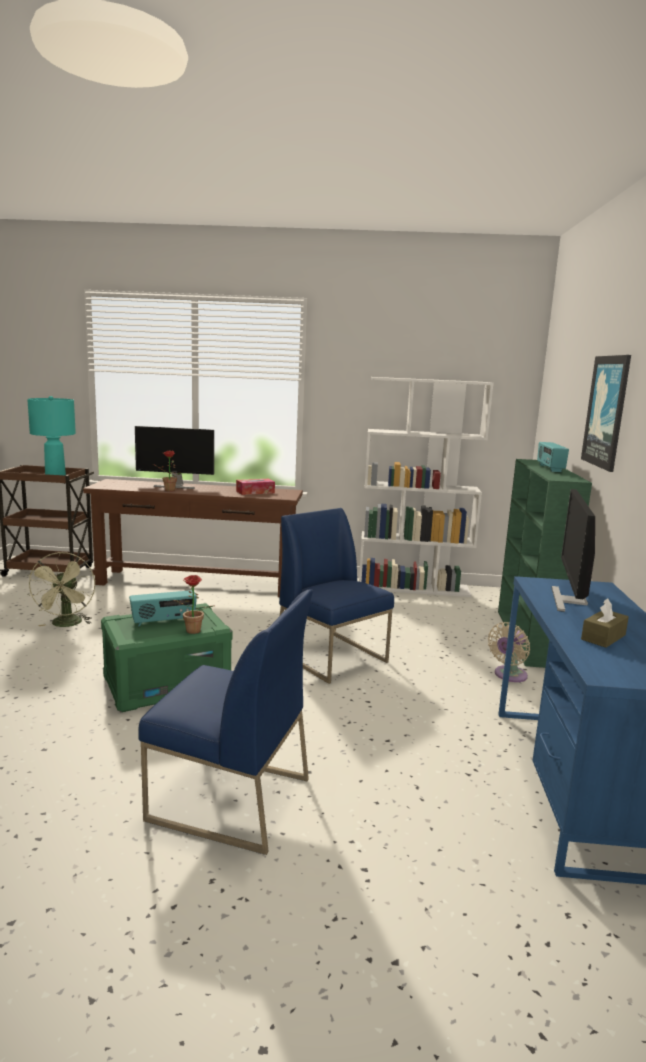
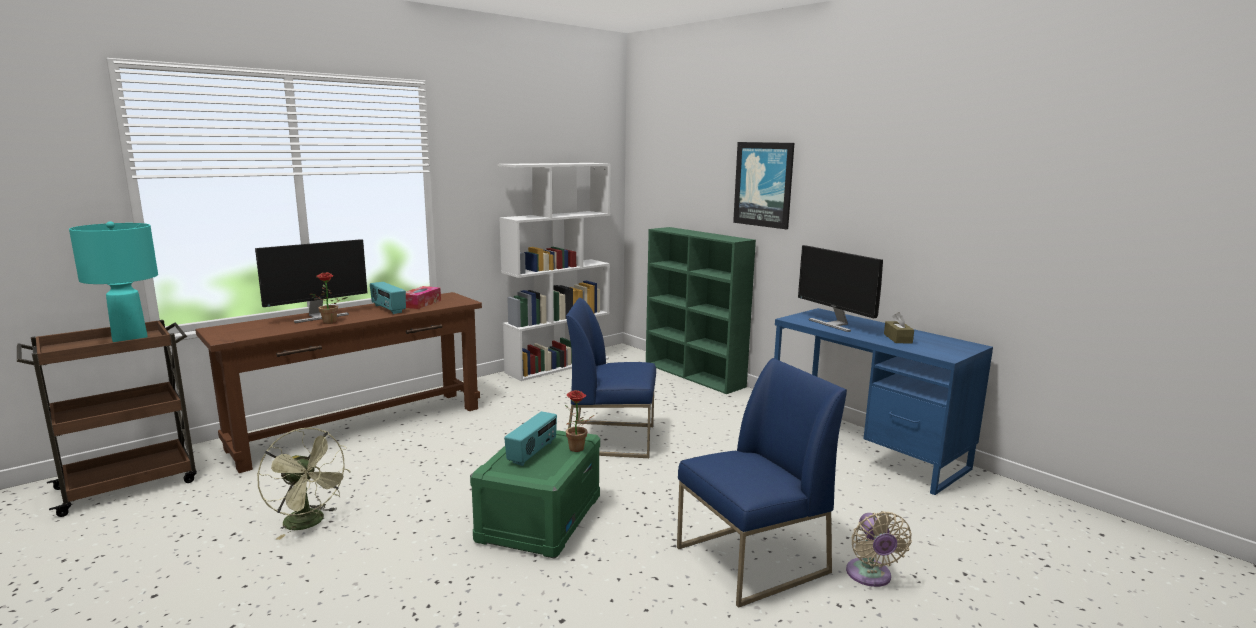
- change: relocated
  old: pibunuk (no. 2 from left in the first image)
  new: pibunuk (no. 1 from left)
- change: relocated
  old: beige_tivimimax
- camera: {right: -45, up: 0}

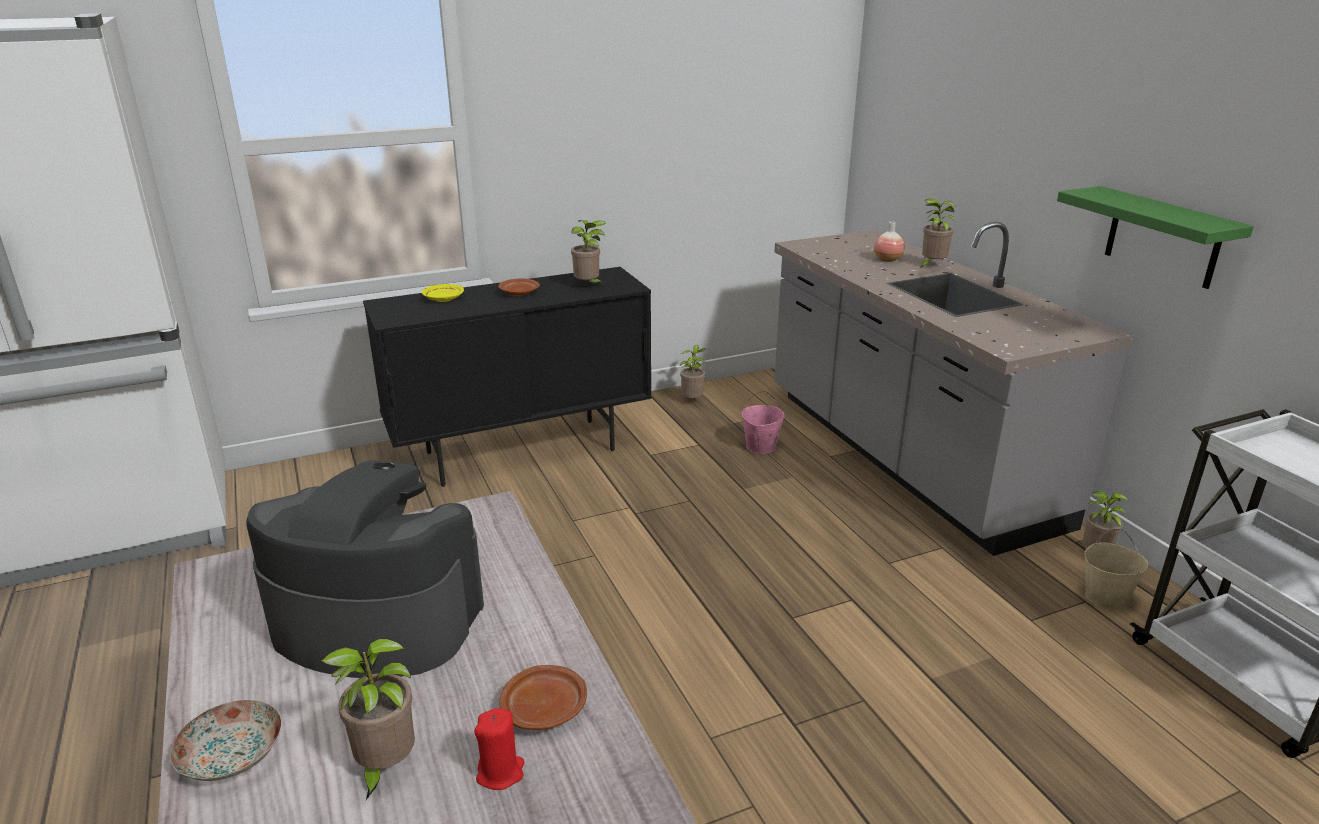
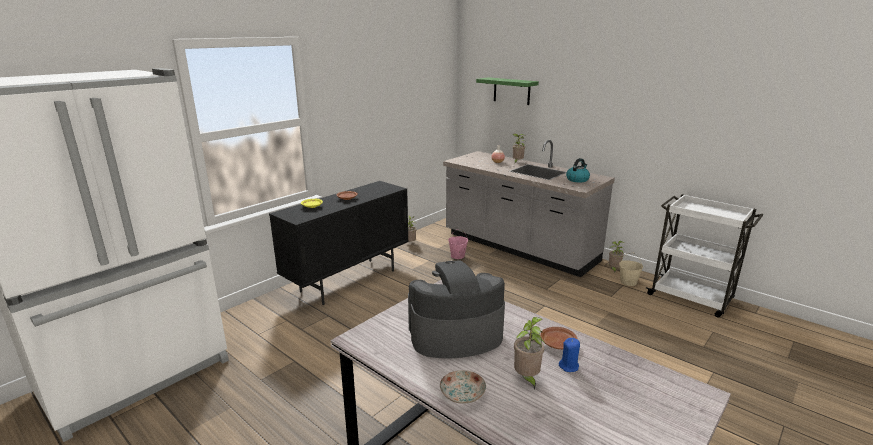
- change: relocated
  old: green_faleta
- change: missing
  old: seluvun (no. 2 from left)
- change: colour
  old: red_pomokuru
  new: blue_pomokuru
- change: appeared
  new: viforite
- camera: {right: -25, up: -5}

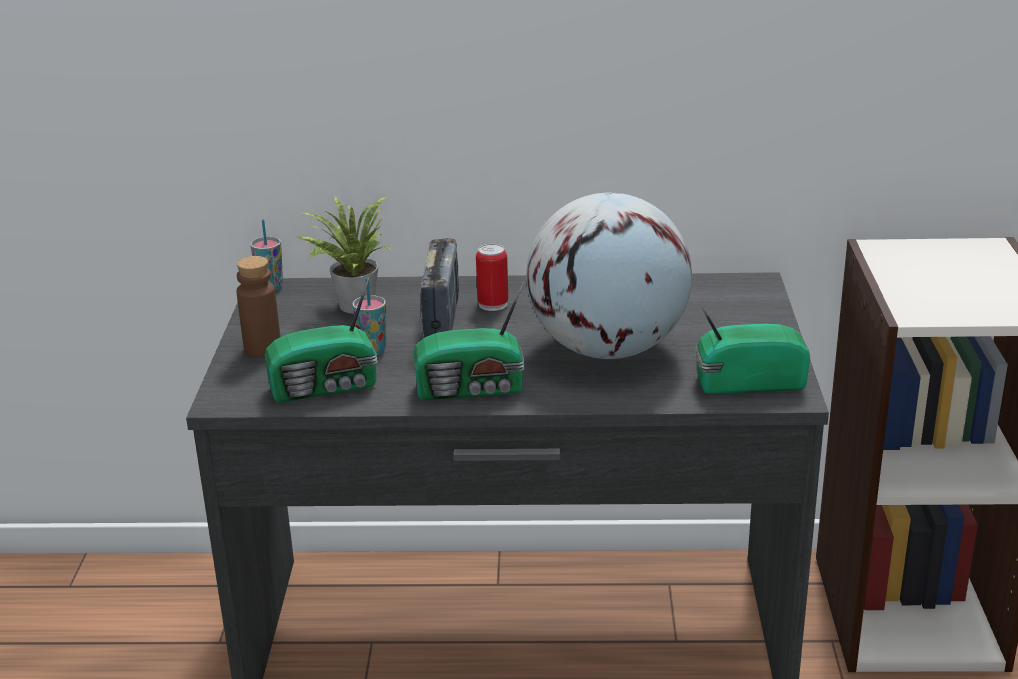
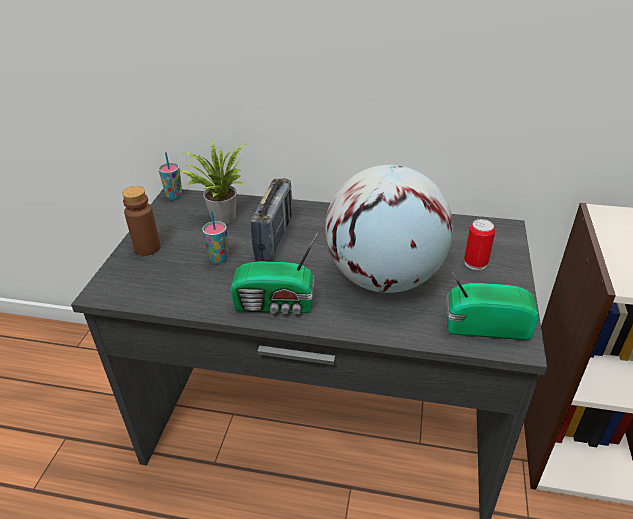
- change: relocated
  old: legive
- change: missing
  old: pibunuk (no. 1 from left)
- camera: {right: 10, up: 10}

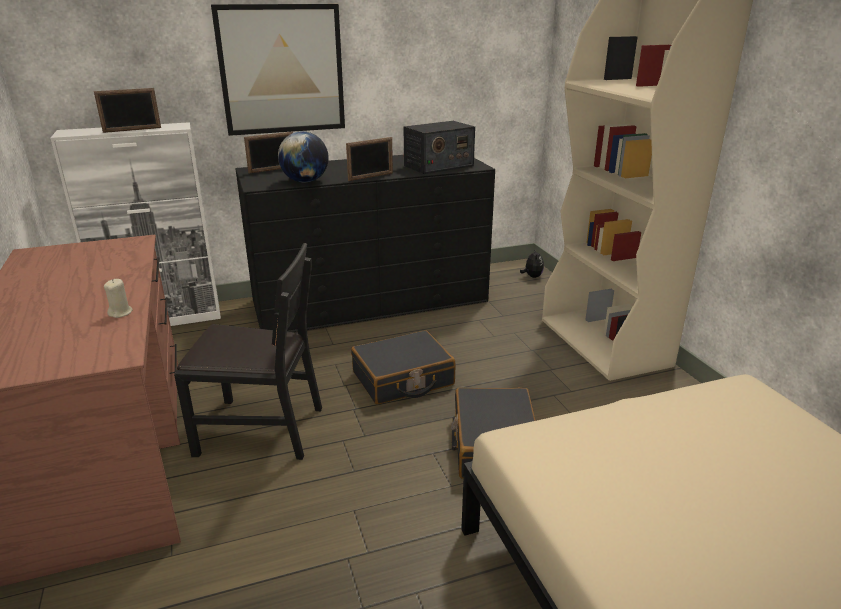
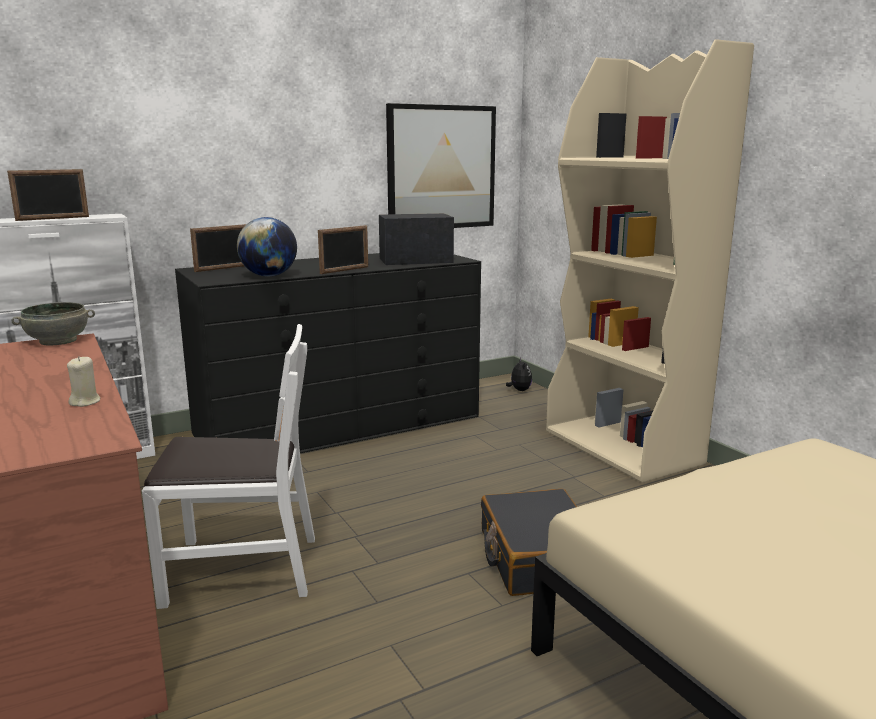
- change: relocated
  old: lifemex
- change: spun
  old: pibunuk
  degrees: -150
- change: colour
  old: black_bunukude
  new: white_bunukude
- change: missing
  old: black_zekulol (no. 1 from left)
- change: appeared
  new: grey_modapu
- camera: {right: -10, up: -10}

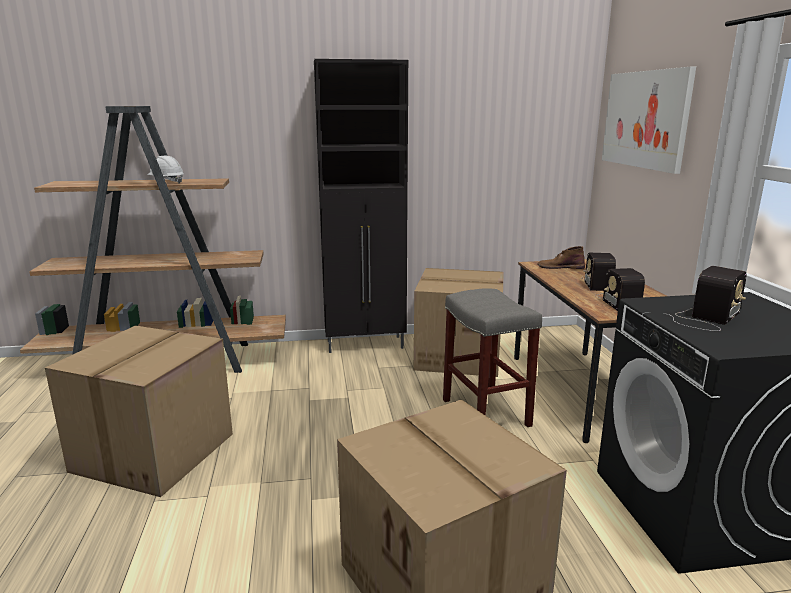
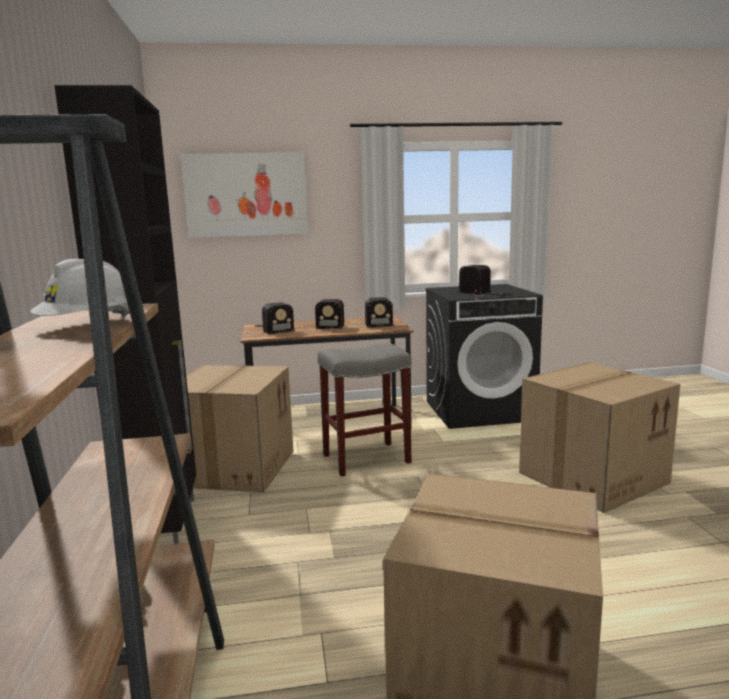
- change: exchanged
  old: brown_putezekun
  new: pibunuk (no. 1 from left)
- camera: {right: -90, up: -5}

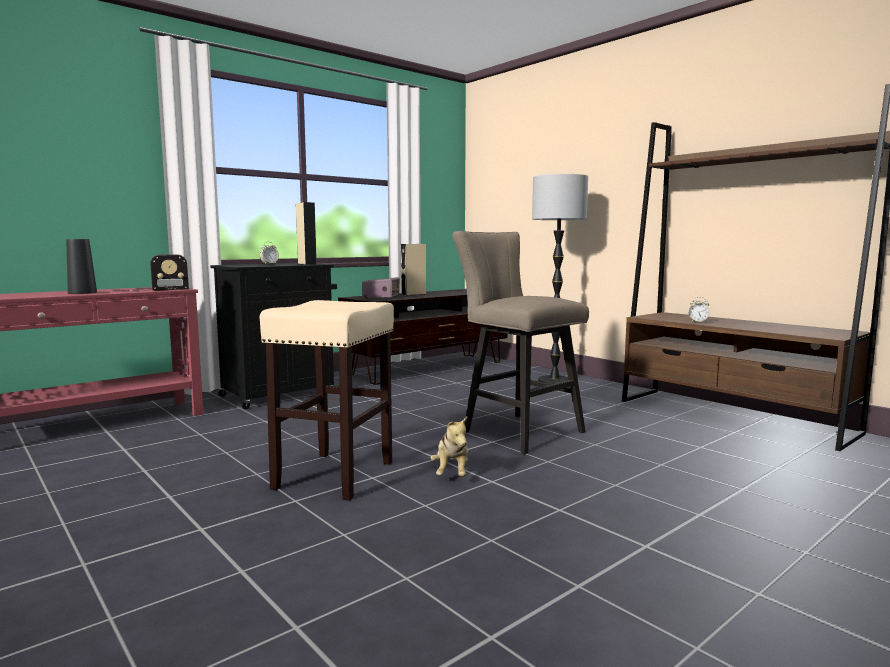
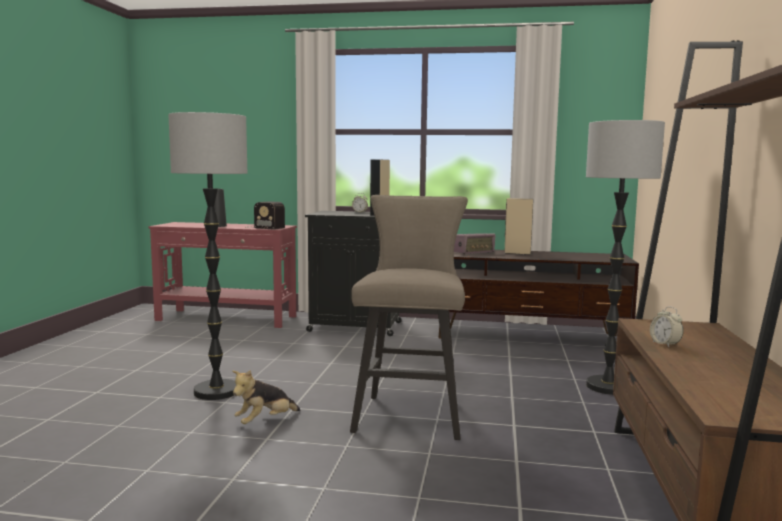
- change: exchanged
  old: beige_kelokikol (no. 1 from left)
  new: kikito (no. 1 from left)
- camera: {right: 50, up: 0}

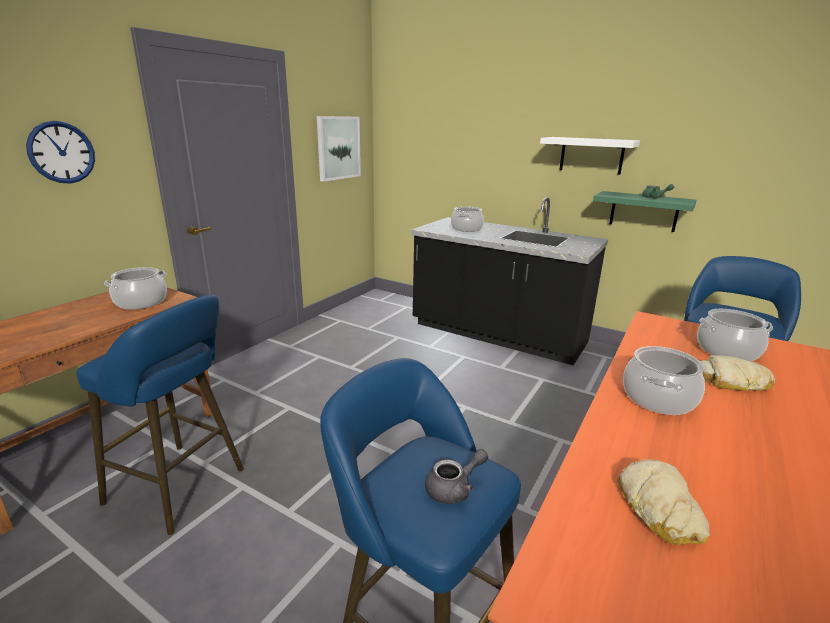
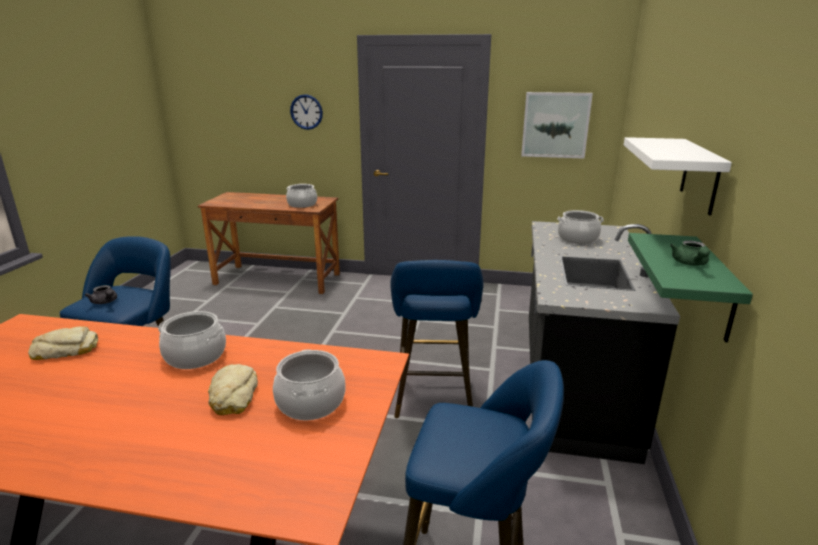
- change: relocated
  old: blue_kelokikol (no. 1 from left in the first image)
  new: blue_kelokikol (no. 2 from left)
- camera: {right: 70, up: 0}

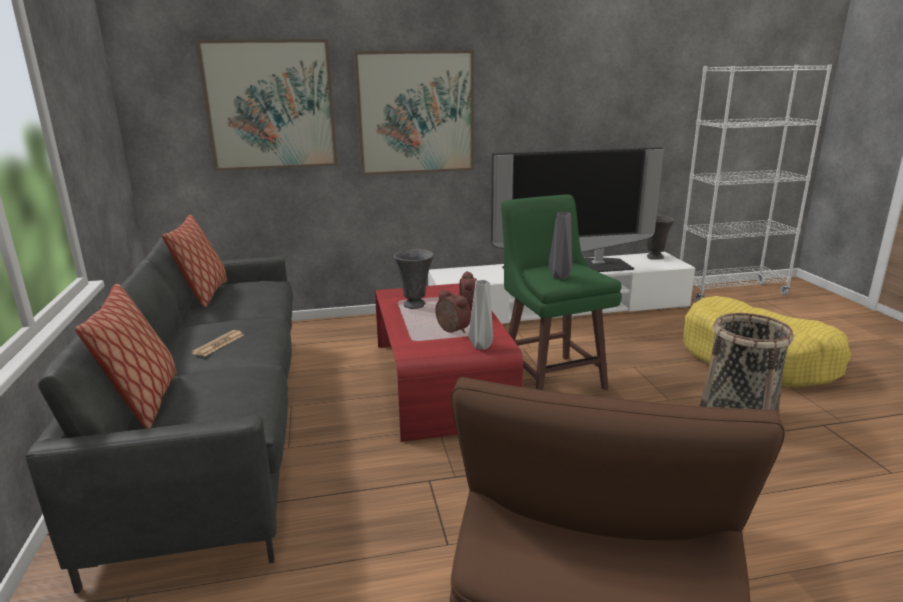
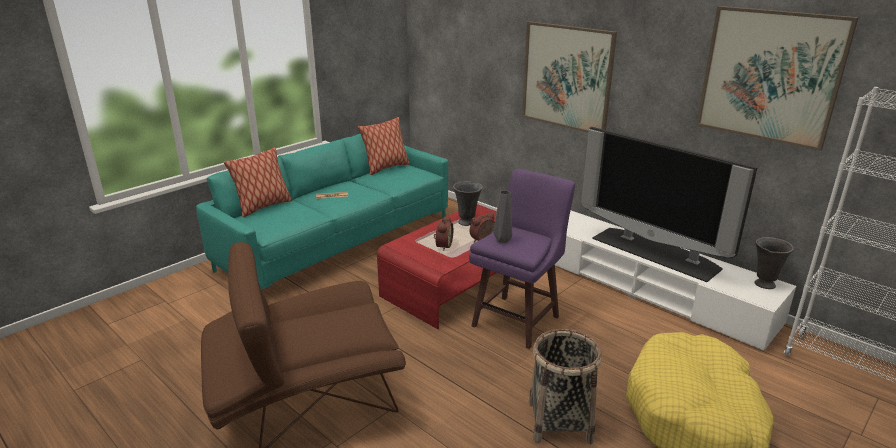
- change: relocated
  old: lifemex (no. 1 from left in the first image)
  new: lifemex (no. 2 from left)
- change: colour
  old: green_kelokikol
  new: purple_kelokikol
- change: colour
  old: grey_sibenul
  new: turquoise_sibenul
- change: missing
  old: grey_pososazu (no. 2 from left)
- camera: {right: 55, up: 5}

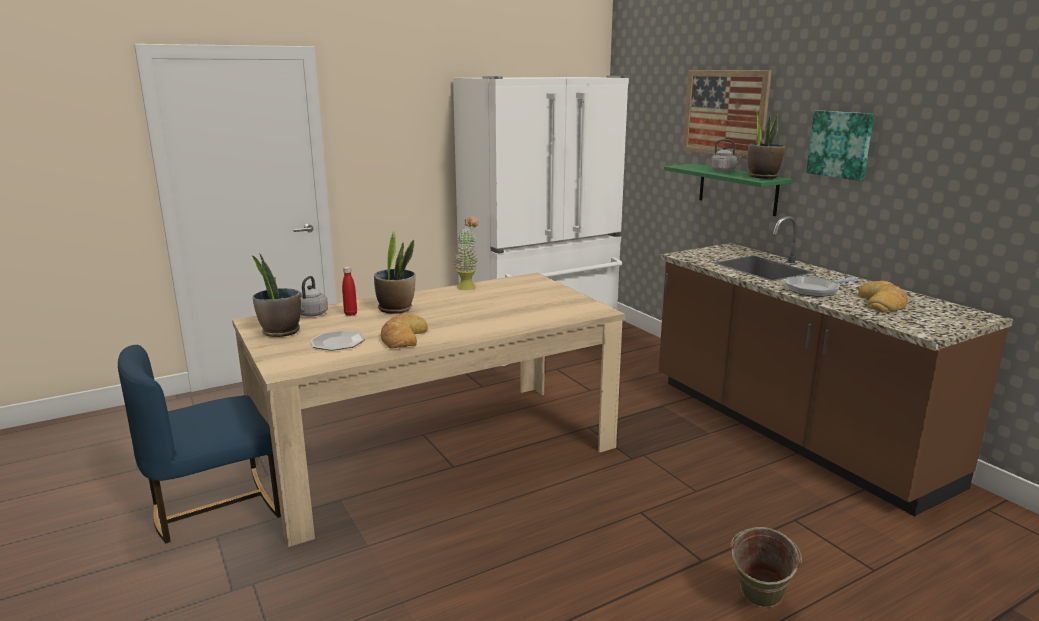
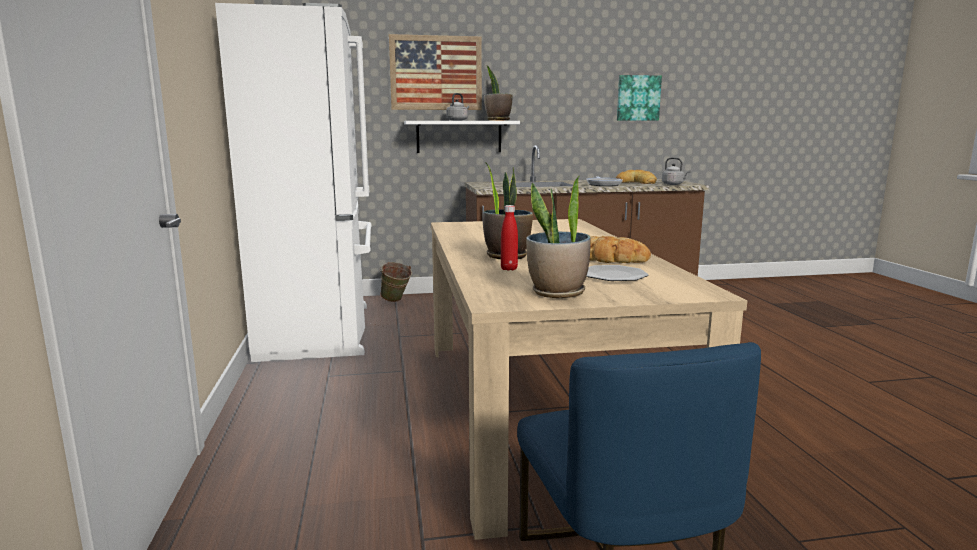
- change: relocated
  old: lifemex (no. 2 from left)
- change: colour
  old: green_faleta
  new: white_faleta
- change: missing
  old: seluvun (no. 3 from left)
- change: relocated
  old: grey_viforite (no. 1 from left in the first image)
  new: grey_viforite (no. 2 from left)
- change: relocated
  old: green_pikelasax
- camera: {right: -70, up: -5}

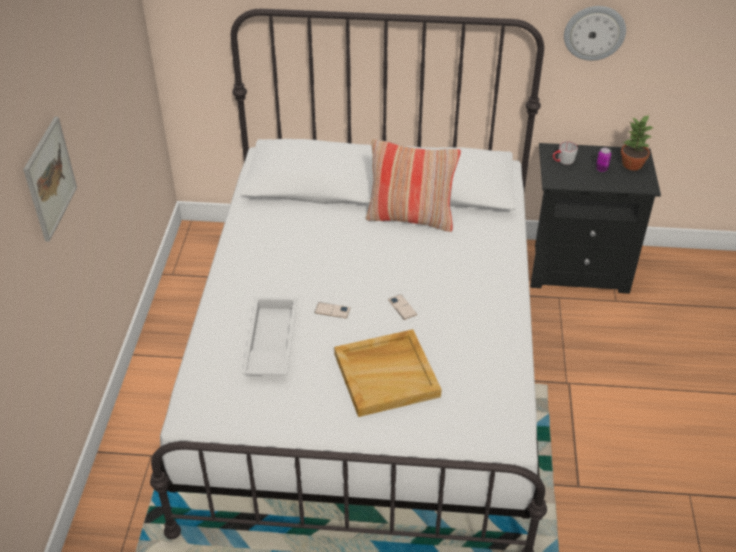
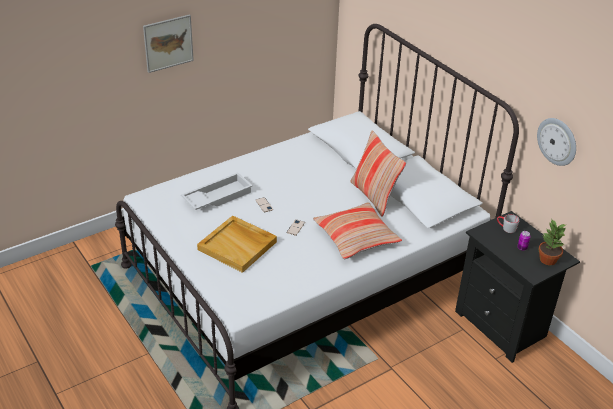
- change: appeared
  new: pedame (no. 1 from left)
- camera: {right: 50, up: -5}

